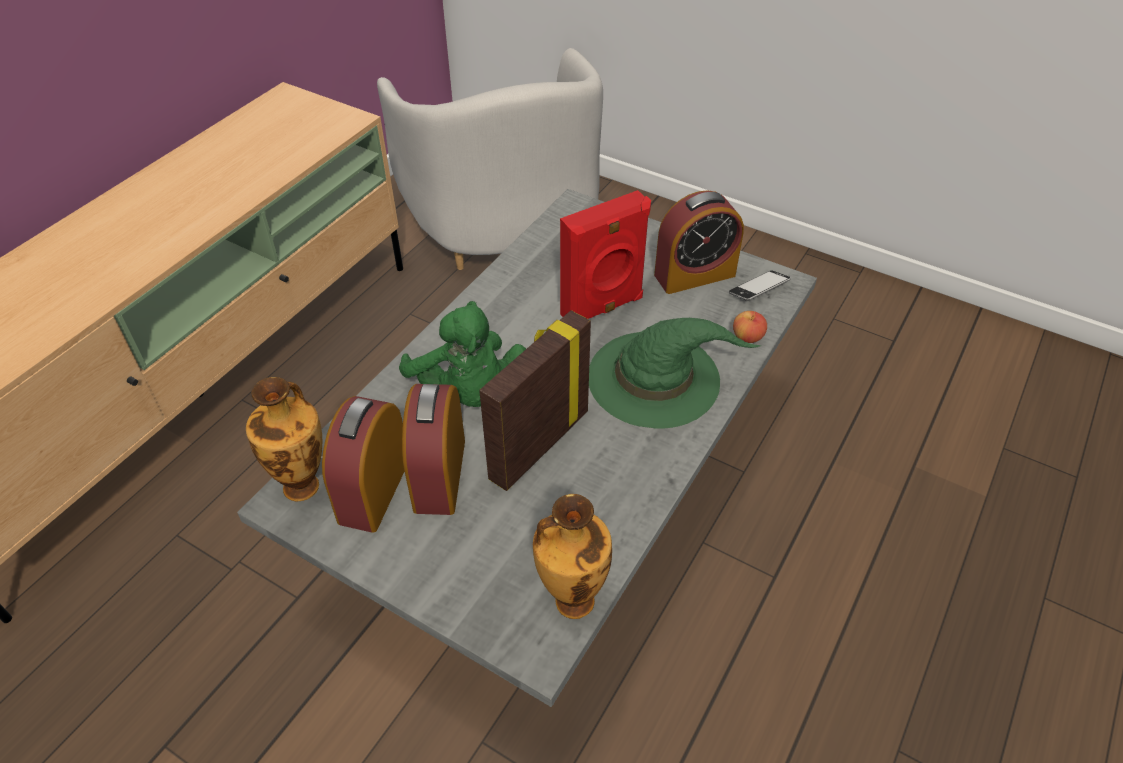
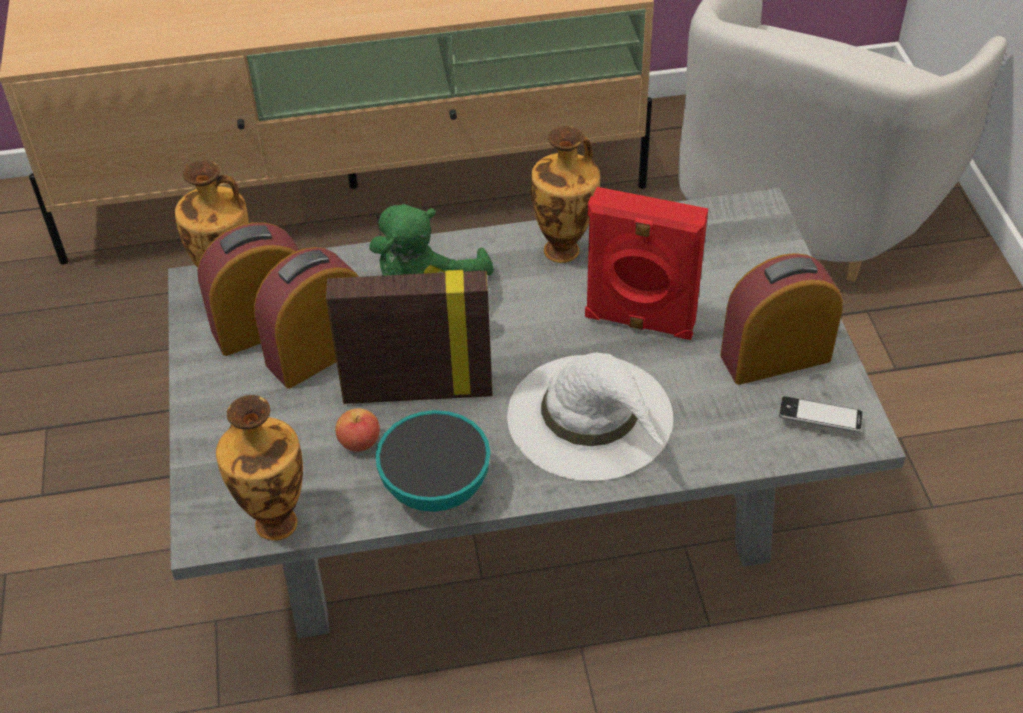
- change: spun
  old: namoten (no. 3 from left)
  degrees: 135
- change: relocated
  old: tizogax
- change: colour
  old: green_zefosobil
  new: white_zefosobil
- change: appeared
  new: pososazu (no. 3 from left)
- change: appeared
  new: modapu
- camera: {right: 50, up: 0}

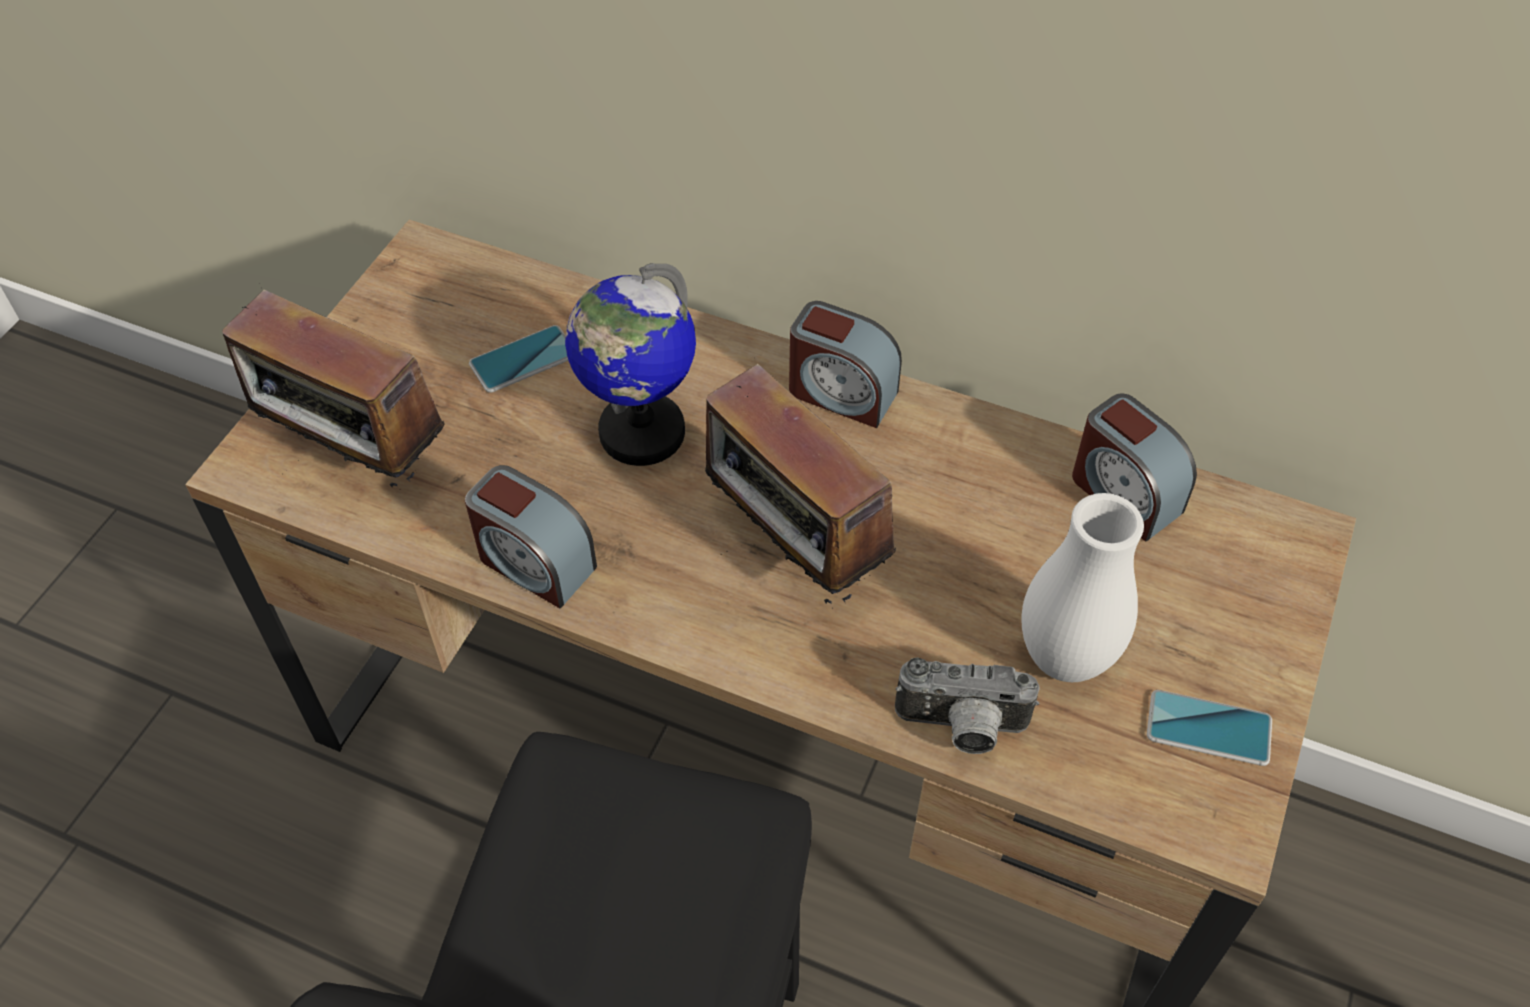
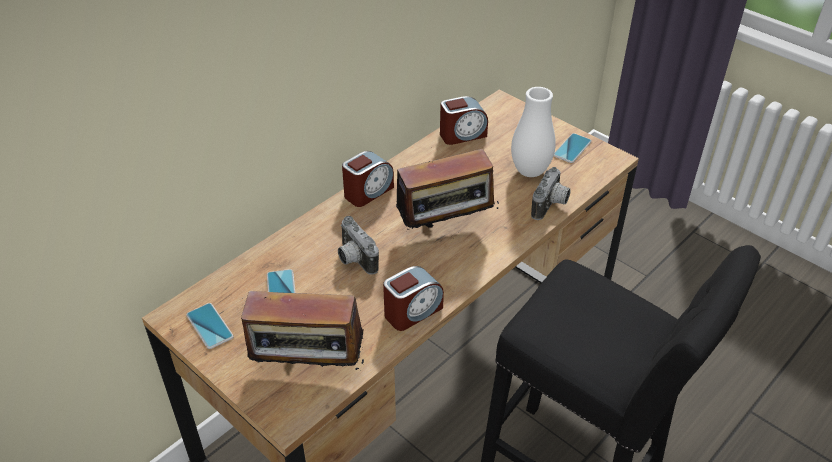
- change: exchanged
  old: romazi
  new: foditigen (no. 1 from left)
- change: spun
  old: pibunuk (no. 1 from left)
  degrees: 45
- change: appeared
  new: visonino (no. 1 from left)
- camera: {right: -70, up: -10}

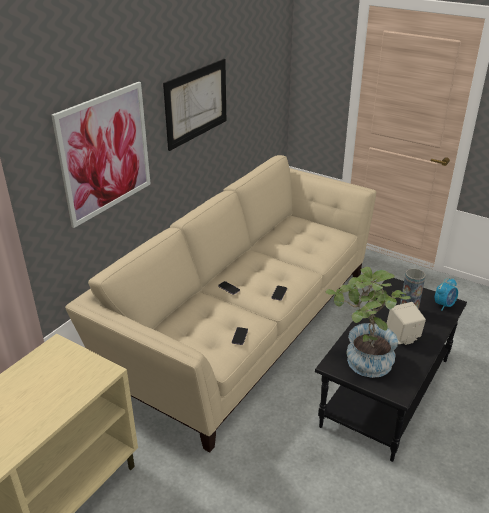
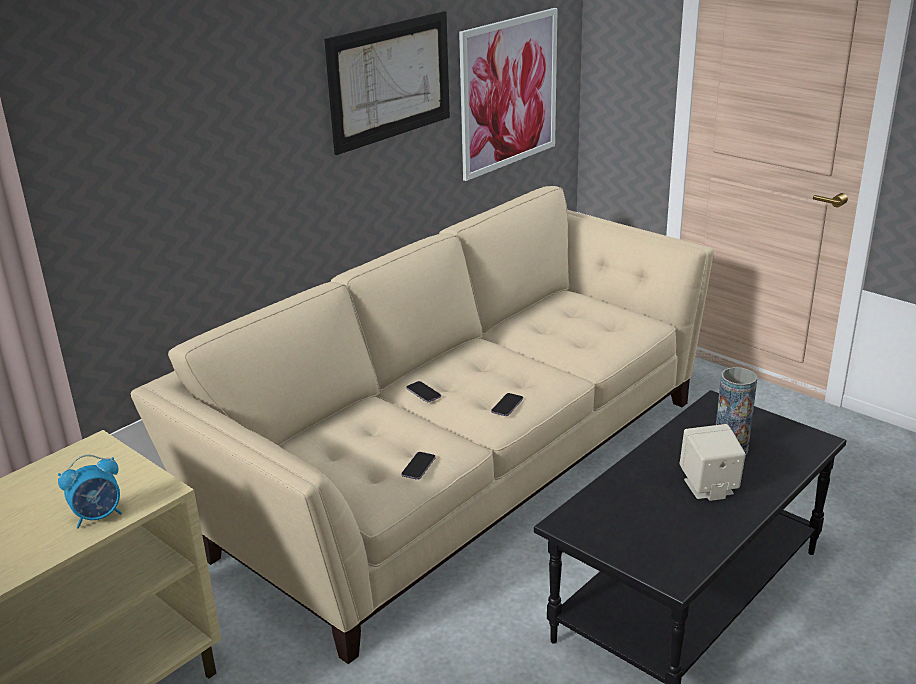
- change: relocated
  old: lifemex (no. 1 from left in the first image)
  new: lifemex (no. 2 from left)
- change: missing
  old: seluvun
- change: relocated
  old: namoten
- camera: {right: 10, up: -5}

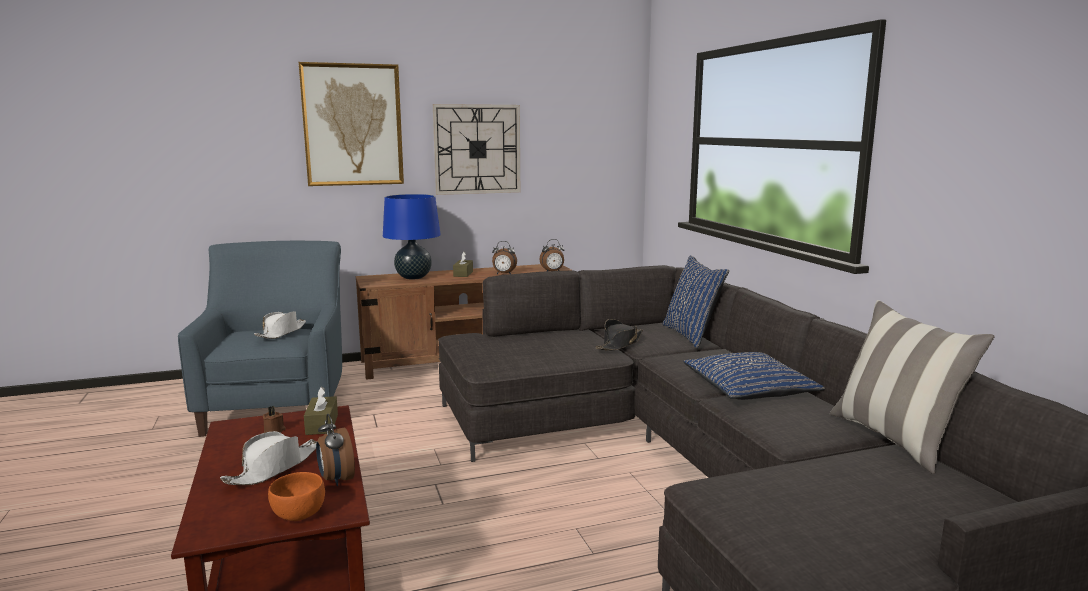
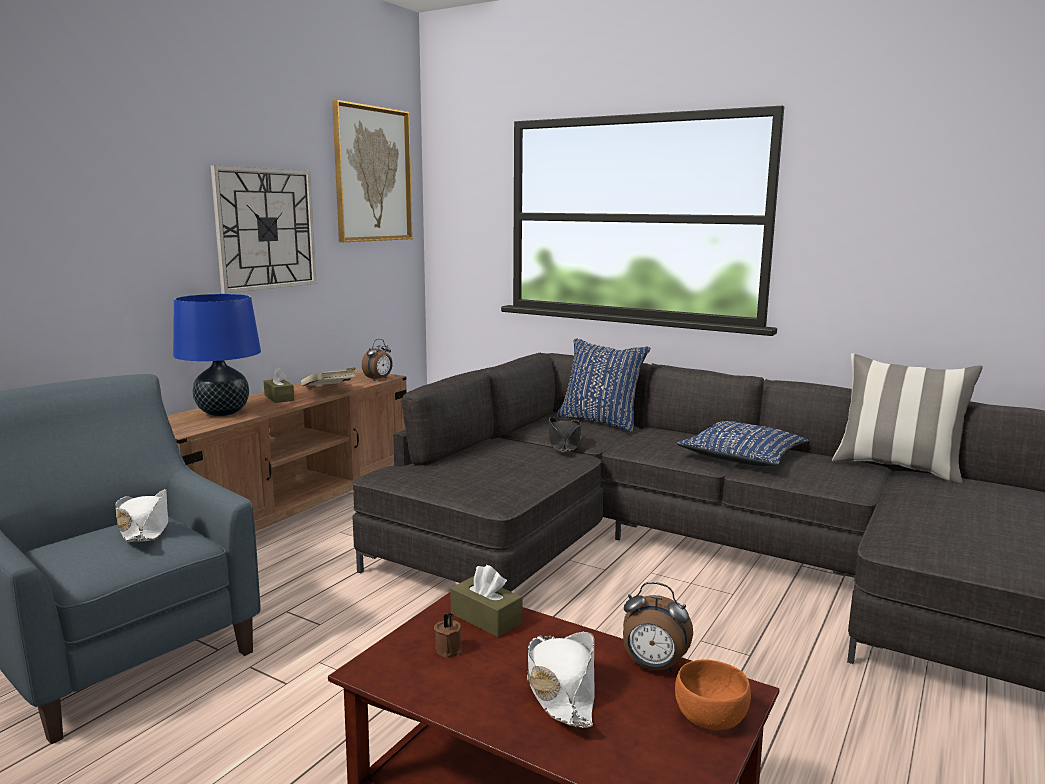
- change: relocated
  old: lifemex
- change: exchanged
  old: namoten (no. 2 from left)
  new: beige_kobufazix
- camera: {right: -40, up: 0}

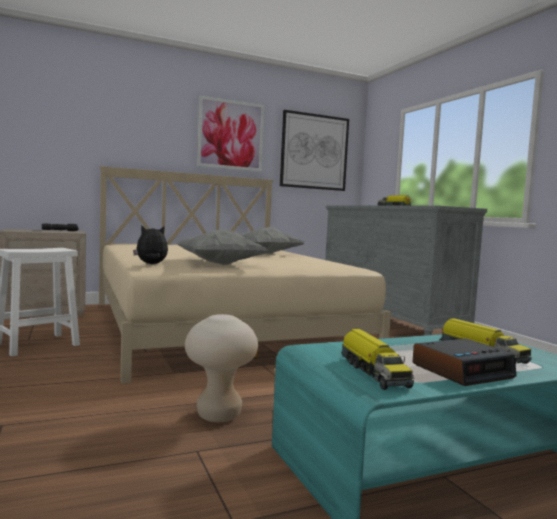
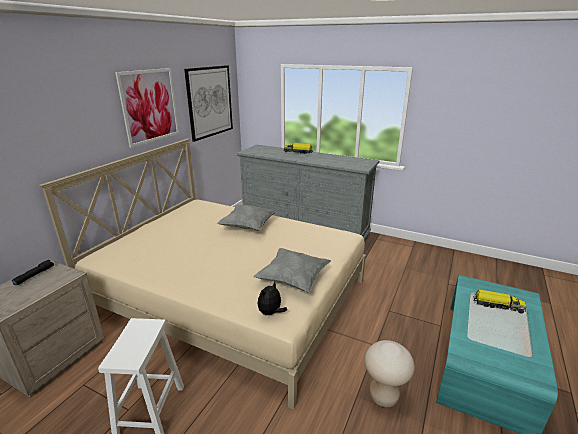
- change: missing
  old: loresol (no. 1 from left)
- change: missing
  old: namoten
- camera: {right: -40, up: 20}

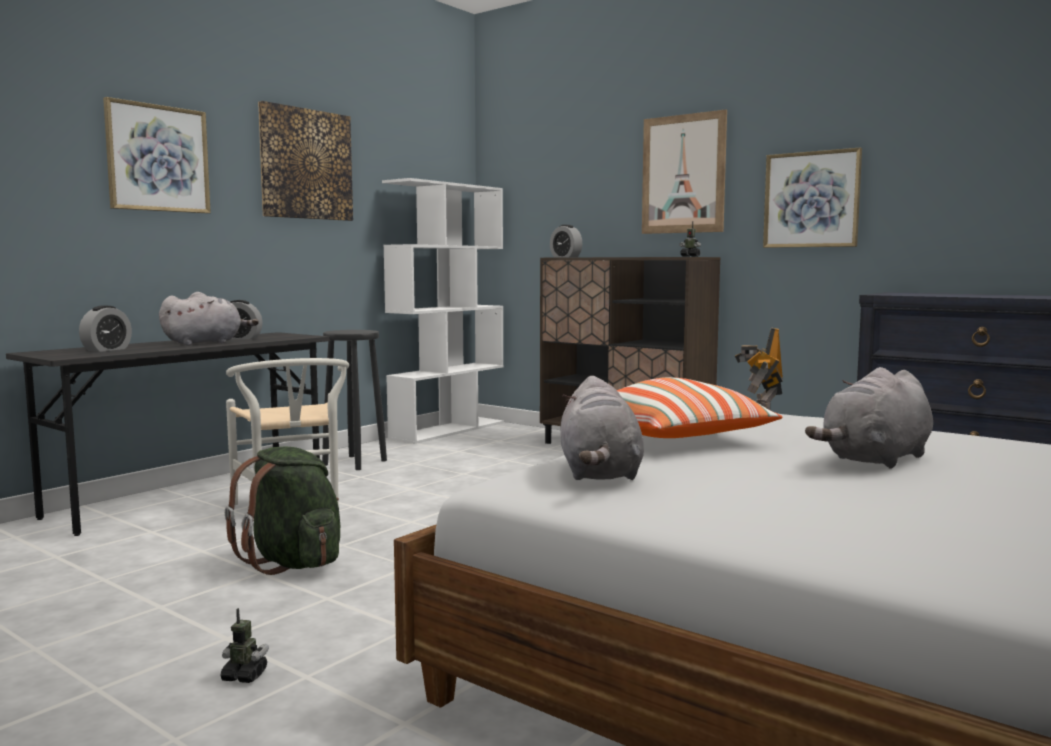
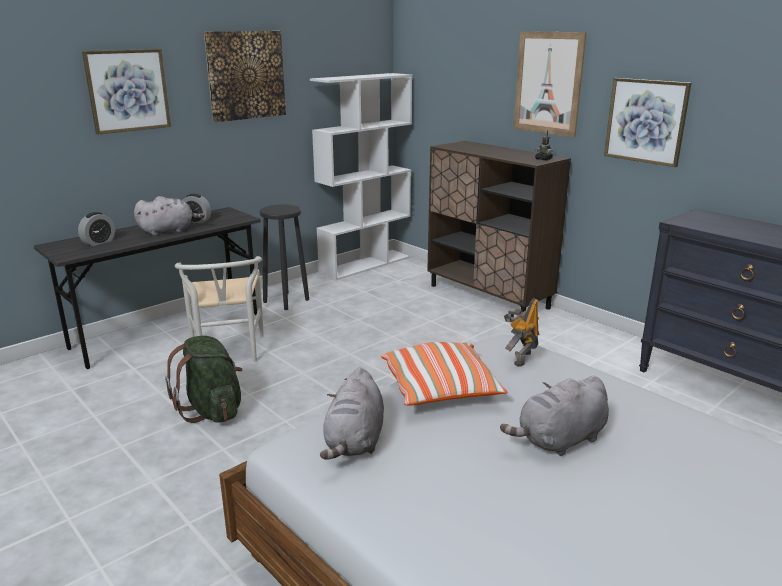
- change: missing
  old: namoten (no. 3 from left)
- change: missing
  old: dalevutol (no. 1 from left)
- camera: {right: 10, up: 15}

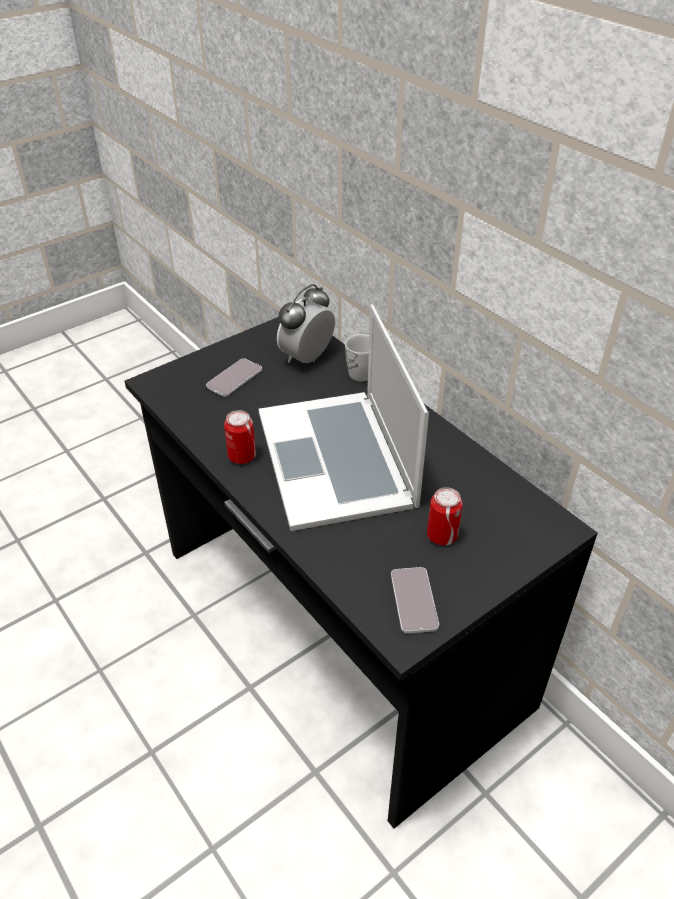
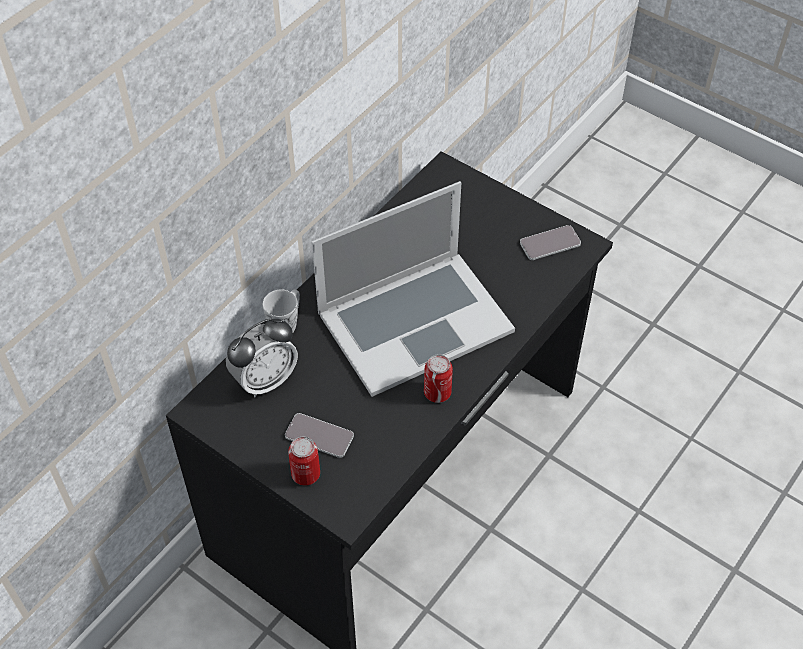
- change: spun
  old: namoten
  degrees: -60
- change: relocated
  old: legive (no. 2 from left in the first image)
  new: legive (no. 1 from left)
- camera: {right: -105, up: 10}

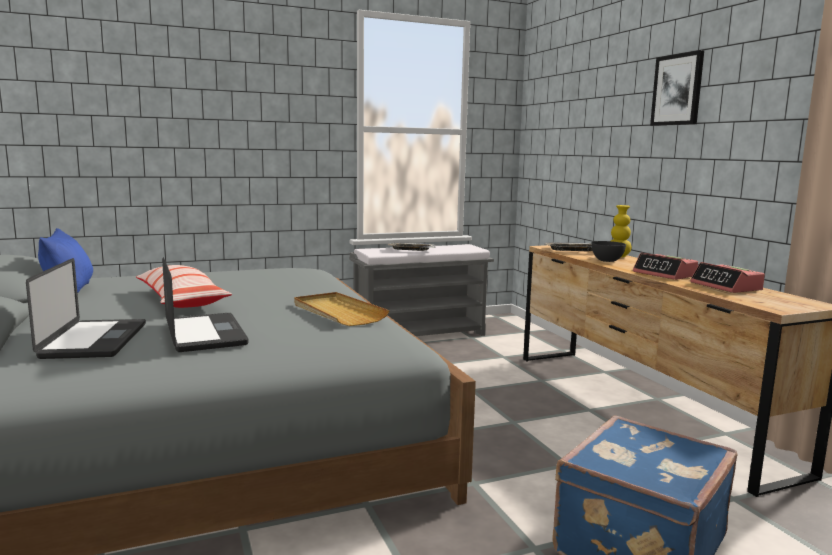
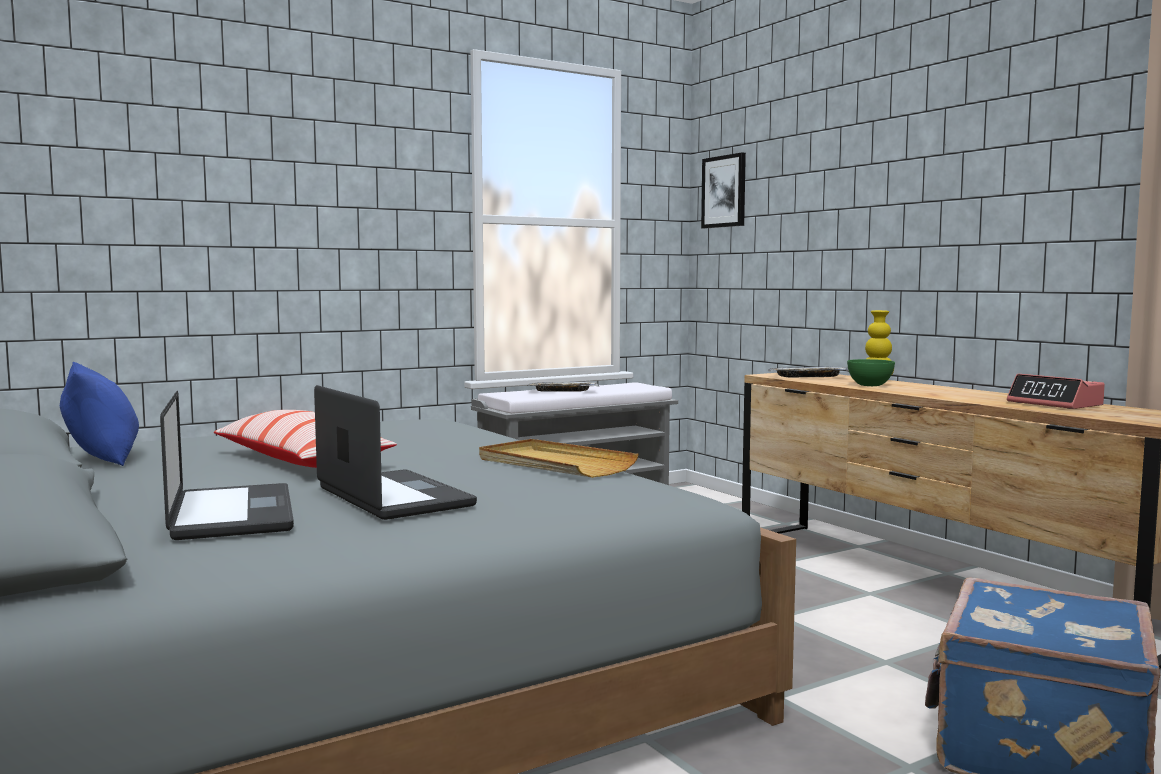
- change: relocated
  old: lifemex
- change: colour
  old: grey_modapu
  new: green_modapu
- change: missing
  old: namoten (no. 1 from left)
- camera: {right: -10, up: -5}

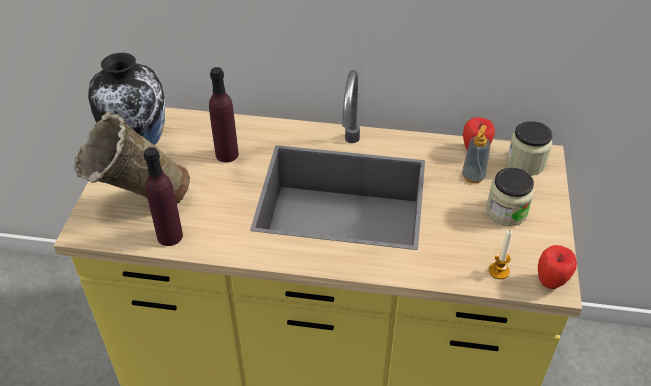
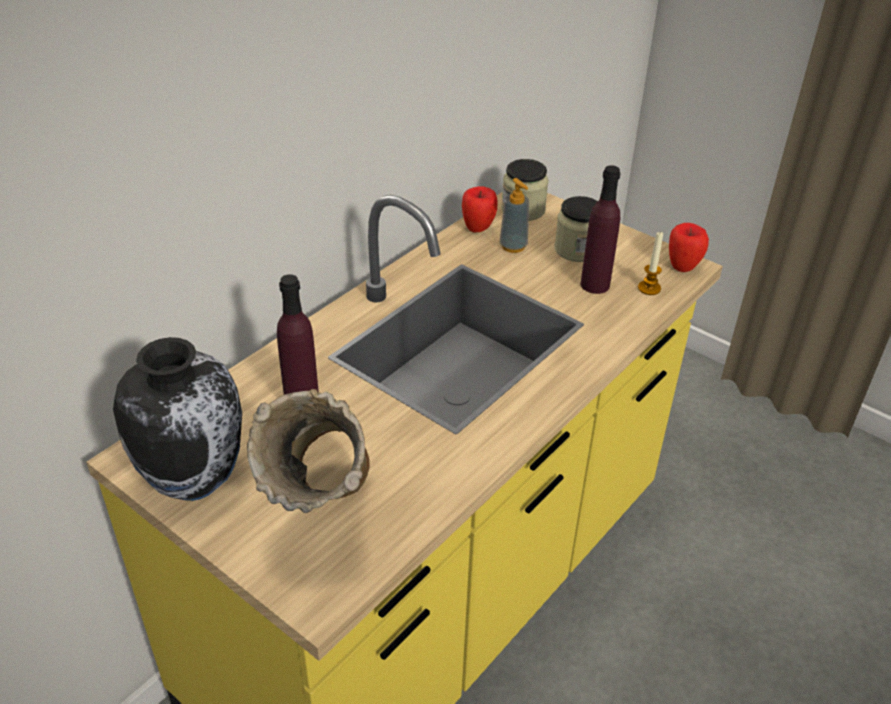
- change: relocated
  old: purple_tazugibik (no. 1 from left in the first image)
  new: purple_tazugibik (no. 2 from left)
- camera: {right: -60, up: -5}

